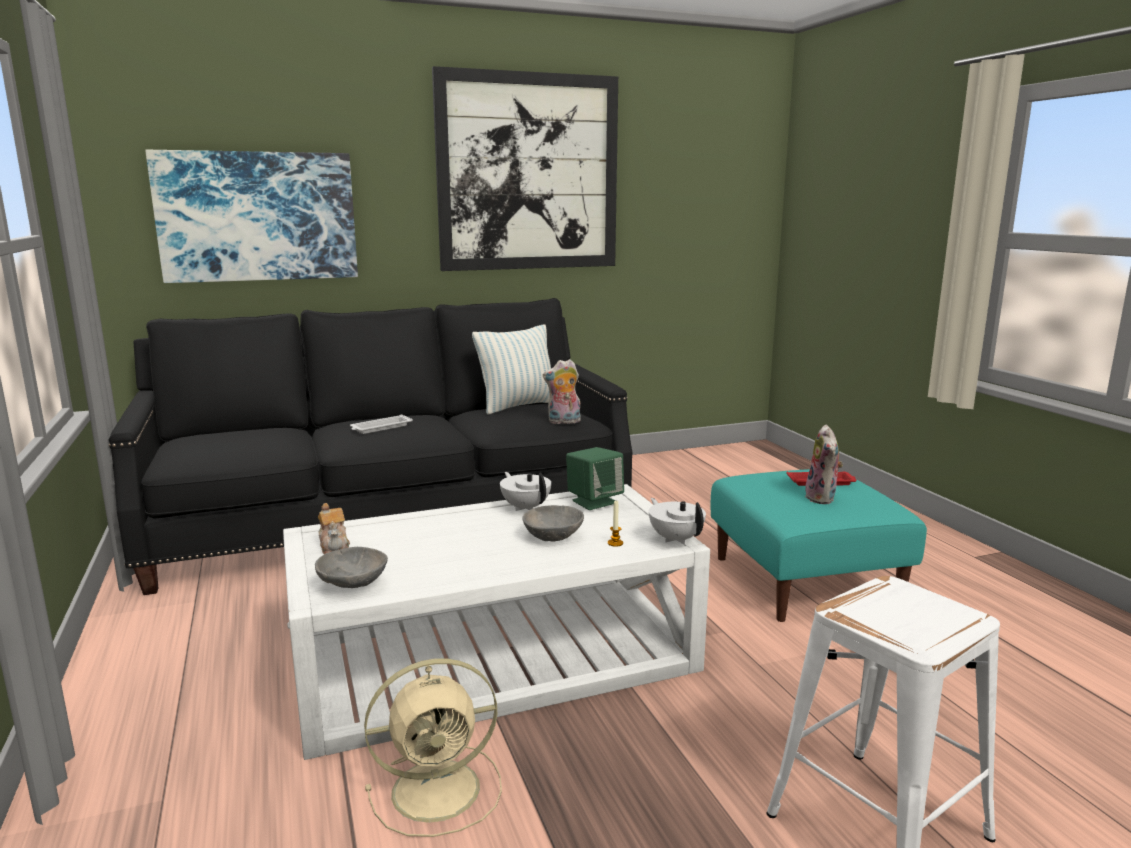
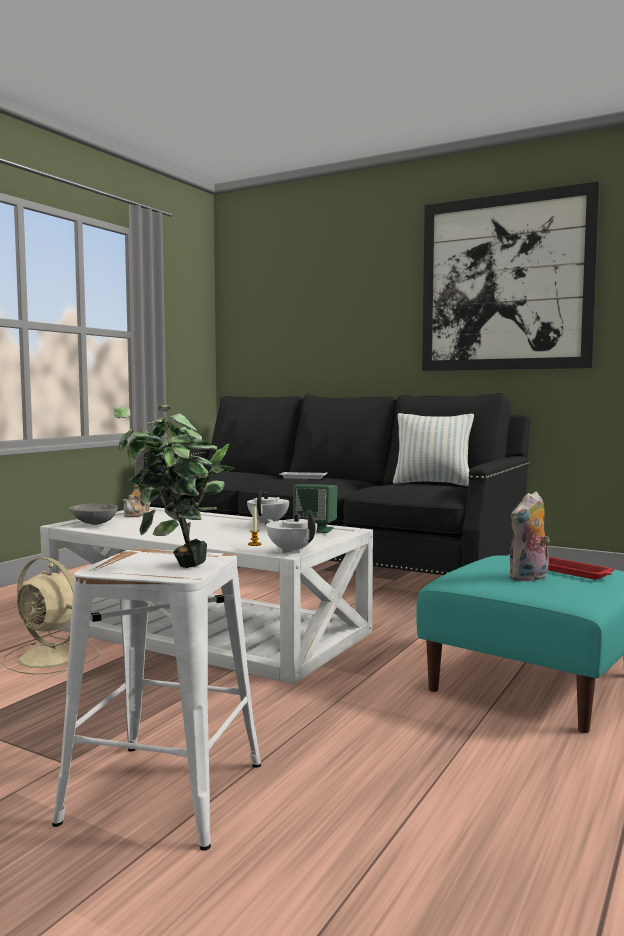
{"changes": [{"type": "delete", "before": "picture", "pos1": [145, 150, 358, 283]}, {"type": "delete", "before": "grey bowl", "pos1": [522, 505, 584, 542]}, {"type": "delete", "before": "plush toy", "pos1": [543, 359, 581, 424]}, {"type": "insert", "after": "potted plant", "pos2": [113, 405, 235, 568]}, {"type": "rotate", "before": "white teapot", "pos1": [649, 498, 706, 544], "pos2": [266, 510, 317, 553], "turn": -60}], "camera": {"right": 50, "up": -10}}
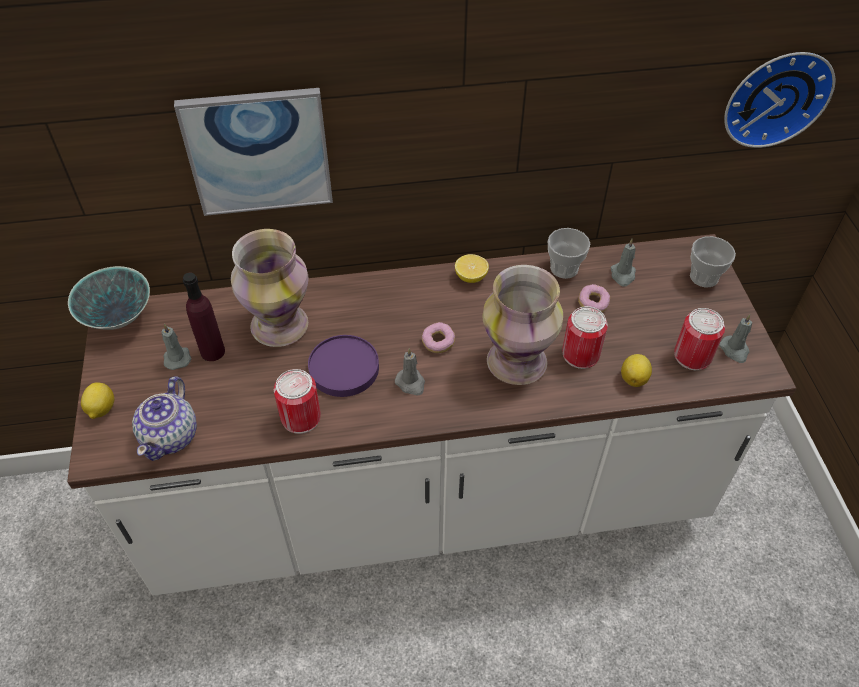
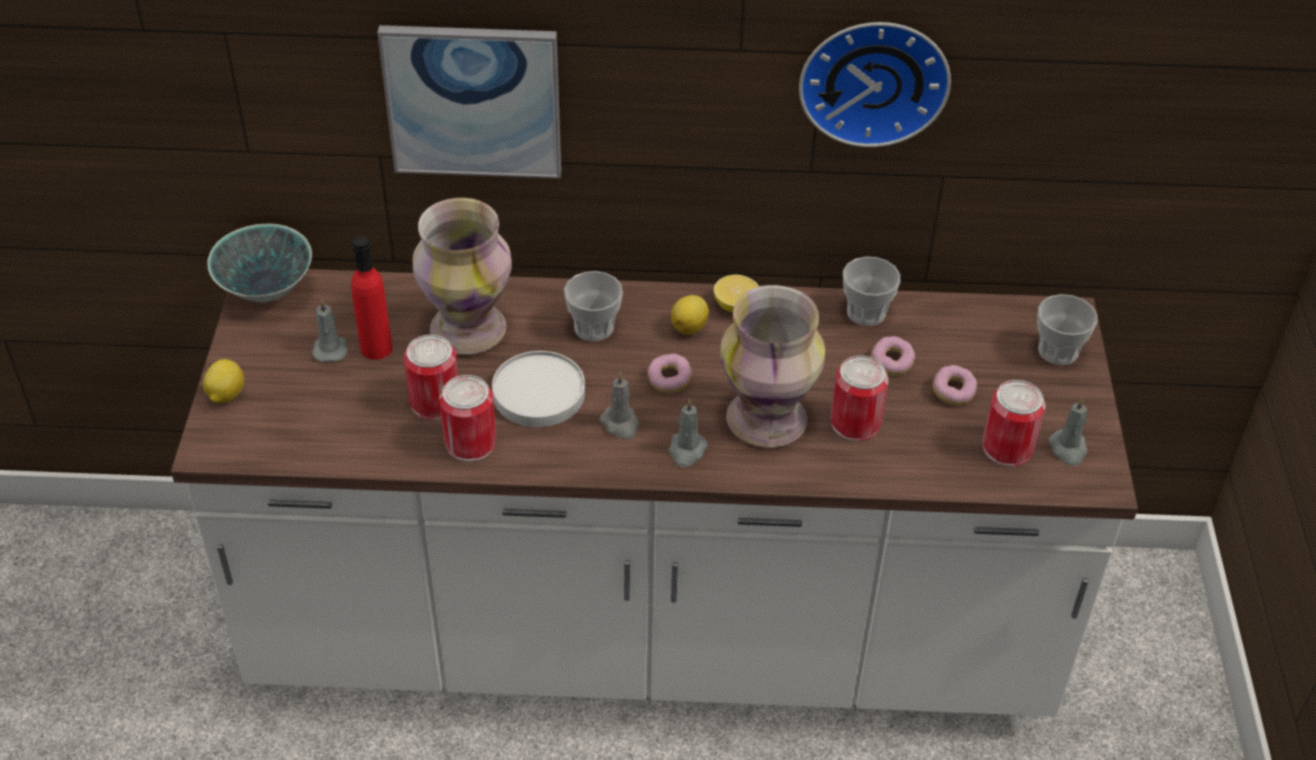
{"changes": [{"type": "delete", "before": "teapot", "pos1": [132, 376, 197, 461]}, {"type": "insert", "after": "can", "pos2": [404, 335, 458, 420]}, {"type": "insert", "after": "cup", "pos2": [564, 271, 623, 342]}, {"type": "insert", "after": "donut", "pos2": [932, 365, 977, 406]}, {"type": "move", "before": "grey candle", "pos1": [611, 239, 636, 287], "pos2": [669, 399, 708, 467]}, {"type": "move", "before": "lemon", "pos1": [621, 354, 652, 387], "pos2": [671, 295, 709, 335]}, {"type": "move", "before": "wall clock", "pos1": [724, 52, 835, 148], "pos2": [799, 22, 951, 147]}, {"type": "recolor", "before": "purple bottle", "after": "red bottle", "pos1": [183, 273, 225, 361], "pos2": [351, 237, 393, 360]}, {"type": "recolor", "before": "purple plate", "after": "white plate", "pos1": [308, 335, 379, 397], "pos2": [492, 351, 585, 427]}], "camera": {"right": 10, "up": -5}}
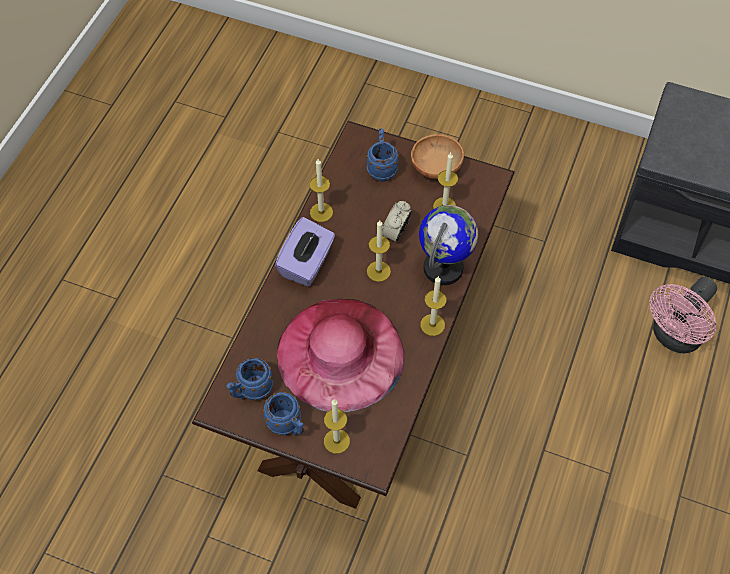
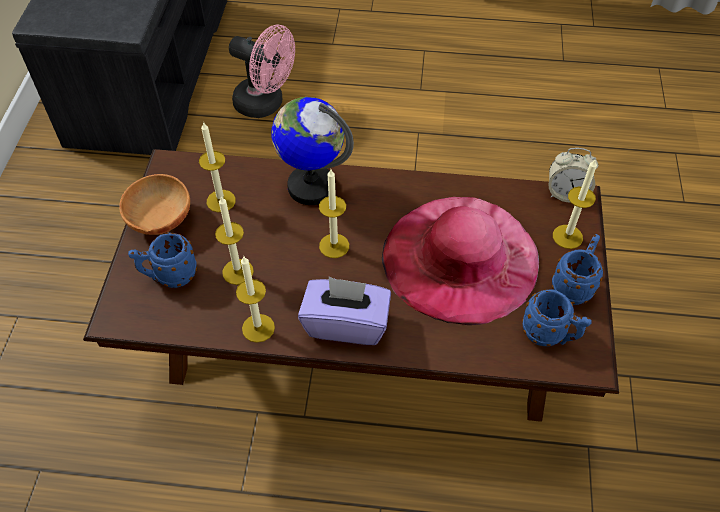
{"changes": [{"type": "move", "before": "alarm clock", "pos1": [382, 201, 412, 242], "pos2": [548, 148, 598, 202]}, {"type": "move", "before": "candle", "pos1": [420, 277, 447, 336], "pos2": [215, 196, 254, 285]}], "camera": {"right": -105, "up": -5}}
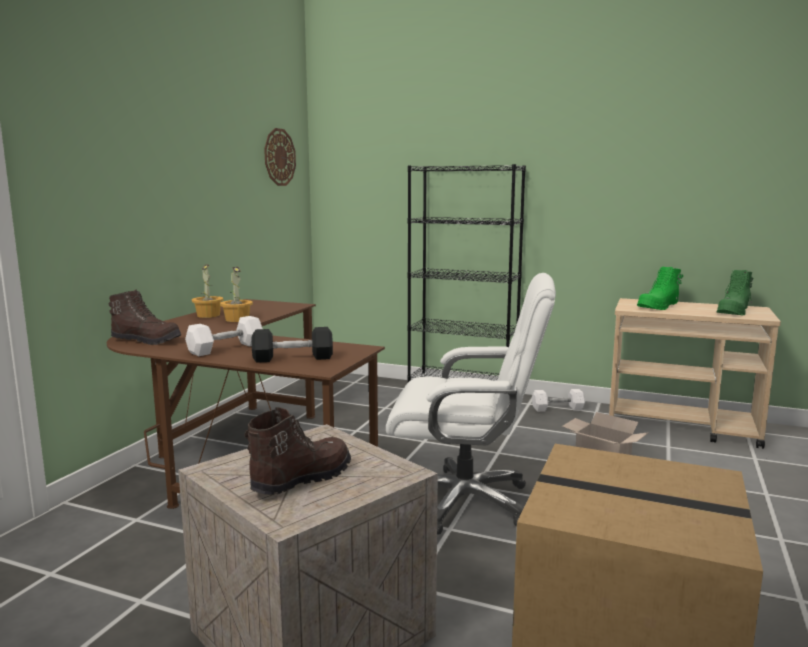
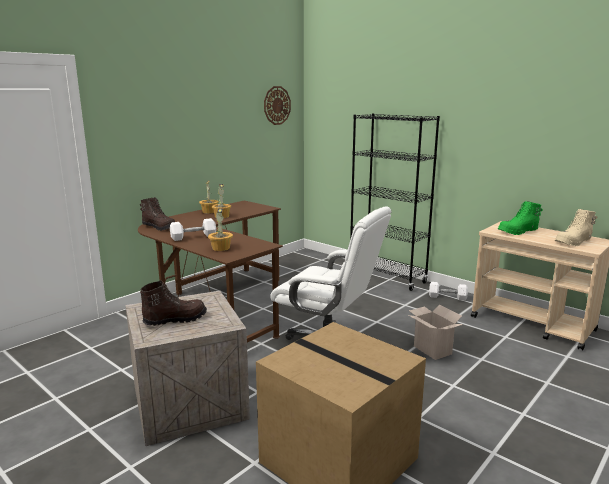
{"changes": [{"type": "replace", "before": "black dumbbell", "after": "potted plant", "pos1": [252, 327, 333, 363], "pos2": [208, 208, 233, 251]}, {"type": "recolor", "before": "green boot", "after": "beige boot", "pos1": [717, 270, 753, 316], "pos2": [555, 209, 597, 246]}], "camera": {"right": 20, "up": 5}}
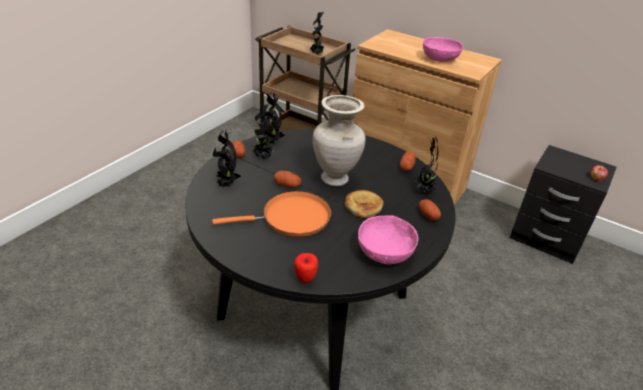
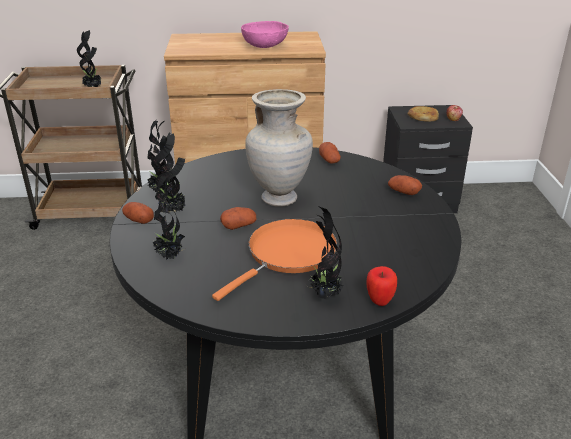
{"changes": [{"type": "delete", "before": "pink bowl", "pos1": [358, 215, 418, 264]}, {"type": "move", "before": "bread", "pos1": [344, 190, 383, 218], "pos2": [408, 106, 439, 121]}, {"type": "move", "before": "potted plant", "pos1": [415, 135, 439, 193], "pos2": [306, 207, 343, 299]}], "camera": {"right": -35, "up": -5}}
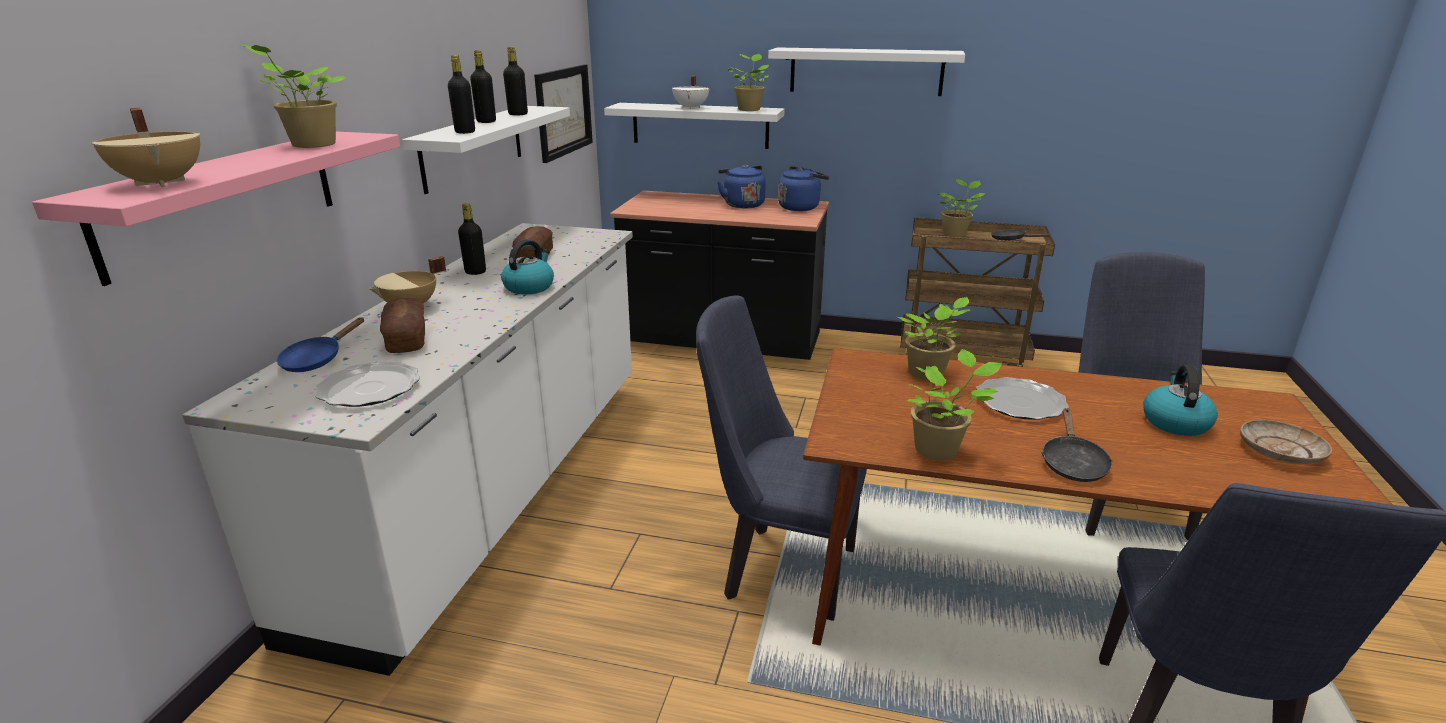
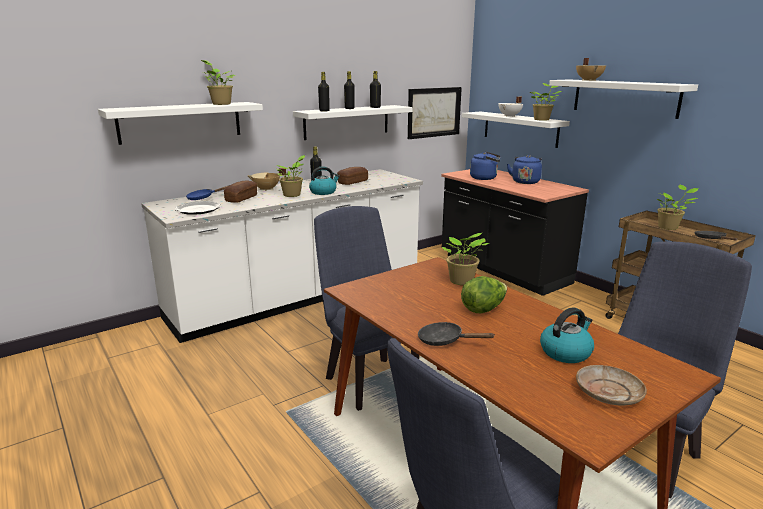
{"changes": [{"type": "move", "before": "beige cooking pot", "pos1": [91, 108, 200, 187], "pos2": [576, 58, 606, 81]}, {"type": "move", "before": "blue kettle", "pos1": [778, 166, 829, 211], "pos2": [470, 152, 501, 180]}, {"type": "move", "before": "potted plant", "pos1": [908, 349, 1002, 460], "pos2": [275, 155, 305, 197]}, {"type": "replace", "before": "plate", "after": "lettuce", "pos1": [976, 377, 1069, 420], "pos2": [461, 276, 507, 313]}, {"type": "recolor", "before": "pink shelf", "after": "white shelf", "pos1": [32, 131, 400, 286], "pos2": [98, 102, 263, 145]}, {"type": "rotate", "before": "black frying pan", "pos1": [1041, 408, 1113, 482], "pos2": [418, 322, 495, 346], "turn": 60}], "camera": {"right": 40, "up": -5}}
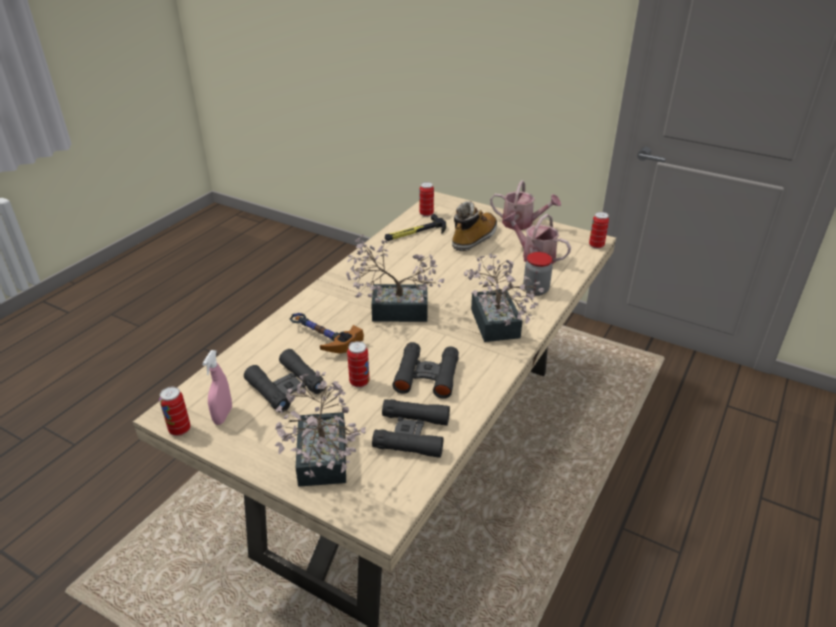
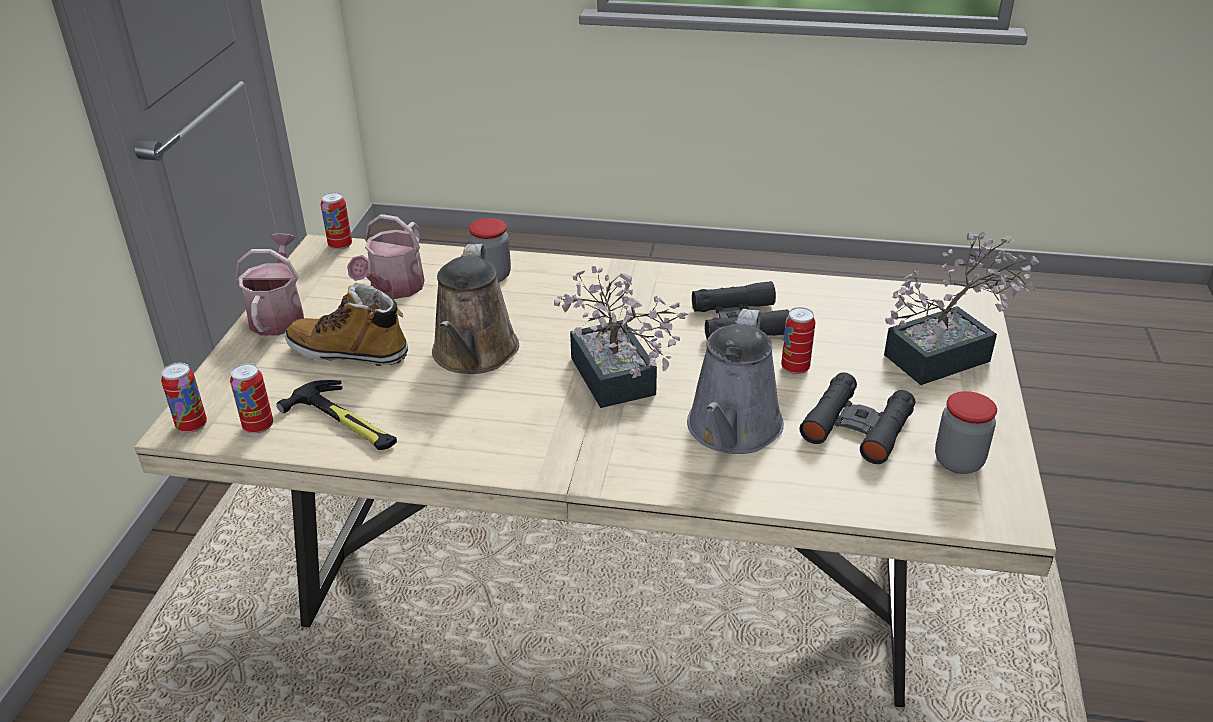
{"changes": [{"type": "delete", "before": "black binoculars", "pos1": [372, 399, 450, 458]}, {"type": "delete", "before": "potted plant", "pos1": [464, 254, 545, 342]}, {"type": "insert", "after": "brown watering can", "pos2": [432, 244, 519, 374]}, {"type": "move", "before": "can", "pos1": [159, 387, 191, 436], "pos2": [161, 362, 207, 433]}, {"type": "replace", "before": "pink spray bottle", "after": "jar", "pos1": [202, 350, 232, 425], "pos2": [935, 391, 997, 474]}, {"type": "replace", "before": "hammer", "after": "grey watering can", "pos1": [290, 313, 364, 354], "pos2": [687, 309, 784, 454]}], "camera": {"right": -110, "up": 0}}
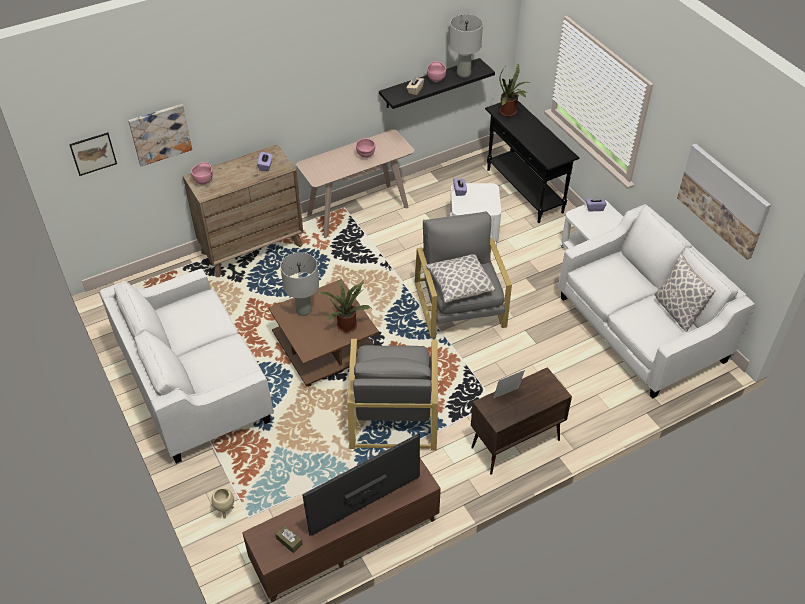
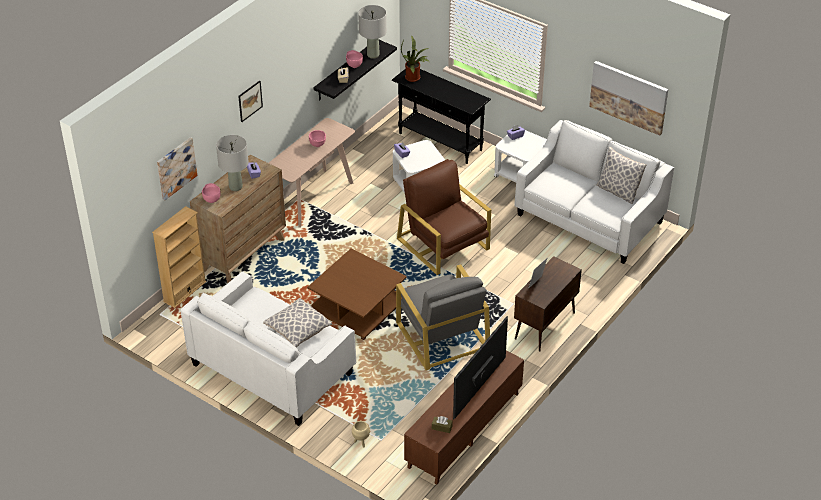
{"changes": [{"type": "delete", "before": "potted plant", "pos1": [316, 280, 371, 333]}, {"type": "insert", "after": "beige bookcase", "pos2": [152, 206, 207, 308]}, {"type": "move", "before": "picture", "pos1": [69, 132, 117, 176], "pos2": [238, 80, 263, 122]}, {"type": "move", "before": "grey table lamp", "pos1": [280, 252, 319, 316], "pos2": [216, 135, 249, 191]}, {"type": "move", "before": "pillow", "pos1": [426, 254, 495, 304], "pos2": [263, 298, 332, 347]}, {"type": "recolor", "before": "grey armchair", "after": "brown armchair", "pos1": [415, 211, 512, 338], "pos2": [397, 159, 491, 275]}], "camera": {"right": -25, "up": -5}}
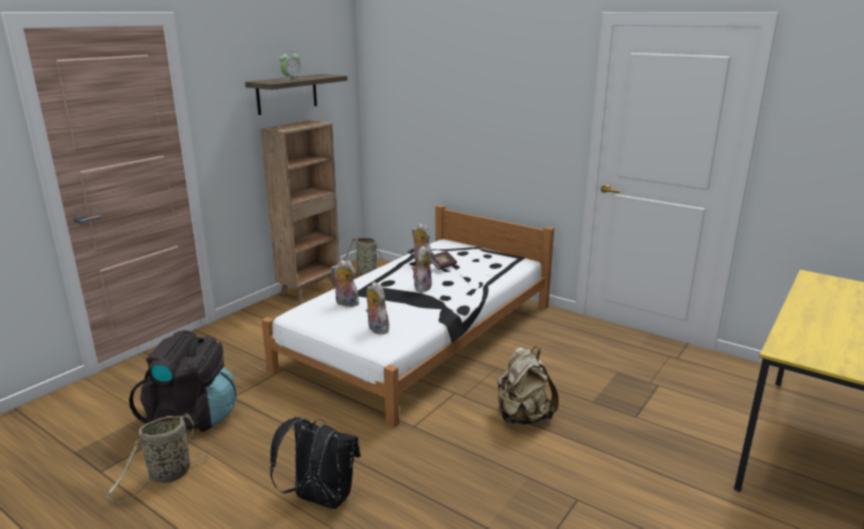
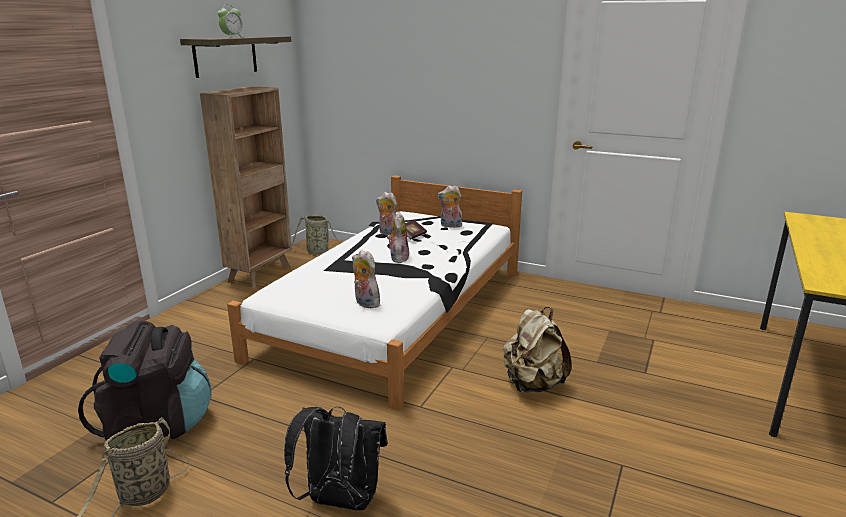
{"changes": [{"type": "move", "before": "plush toy", "pos1": [331, 260, 359, 308], "pos2": [437, 185, 462, 228]}], "camera": {"right": -10, "up": 0}}
